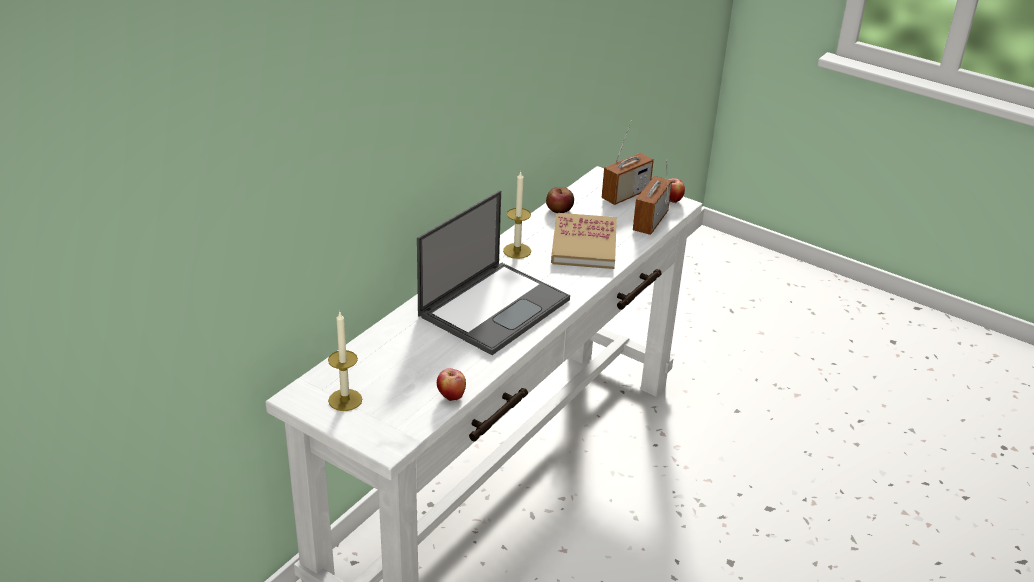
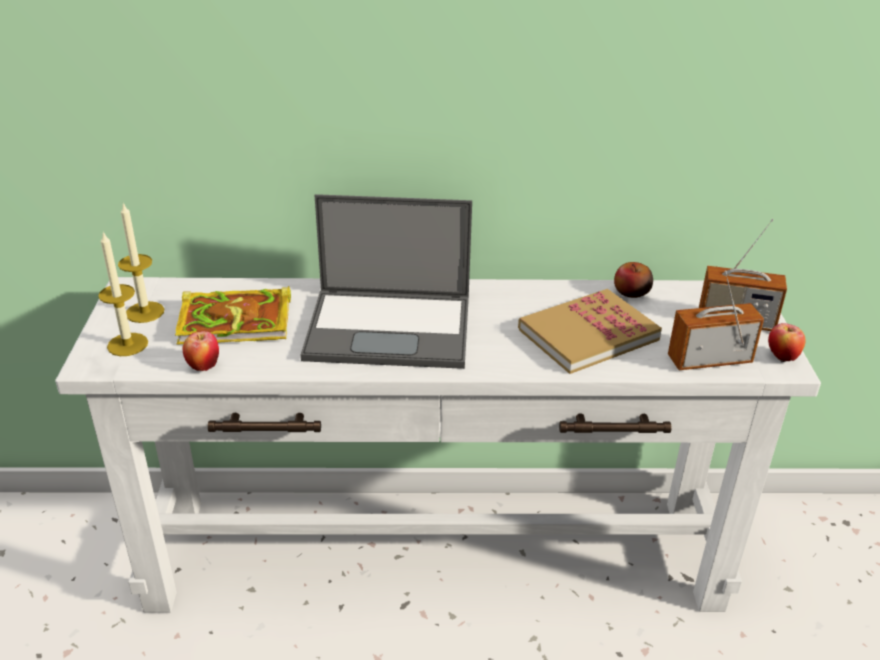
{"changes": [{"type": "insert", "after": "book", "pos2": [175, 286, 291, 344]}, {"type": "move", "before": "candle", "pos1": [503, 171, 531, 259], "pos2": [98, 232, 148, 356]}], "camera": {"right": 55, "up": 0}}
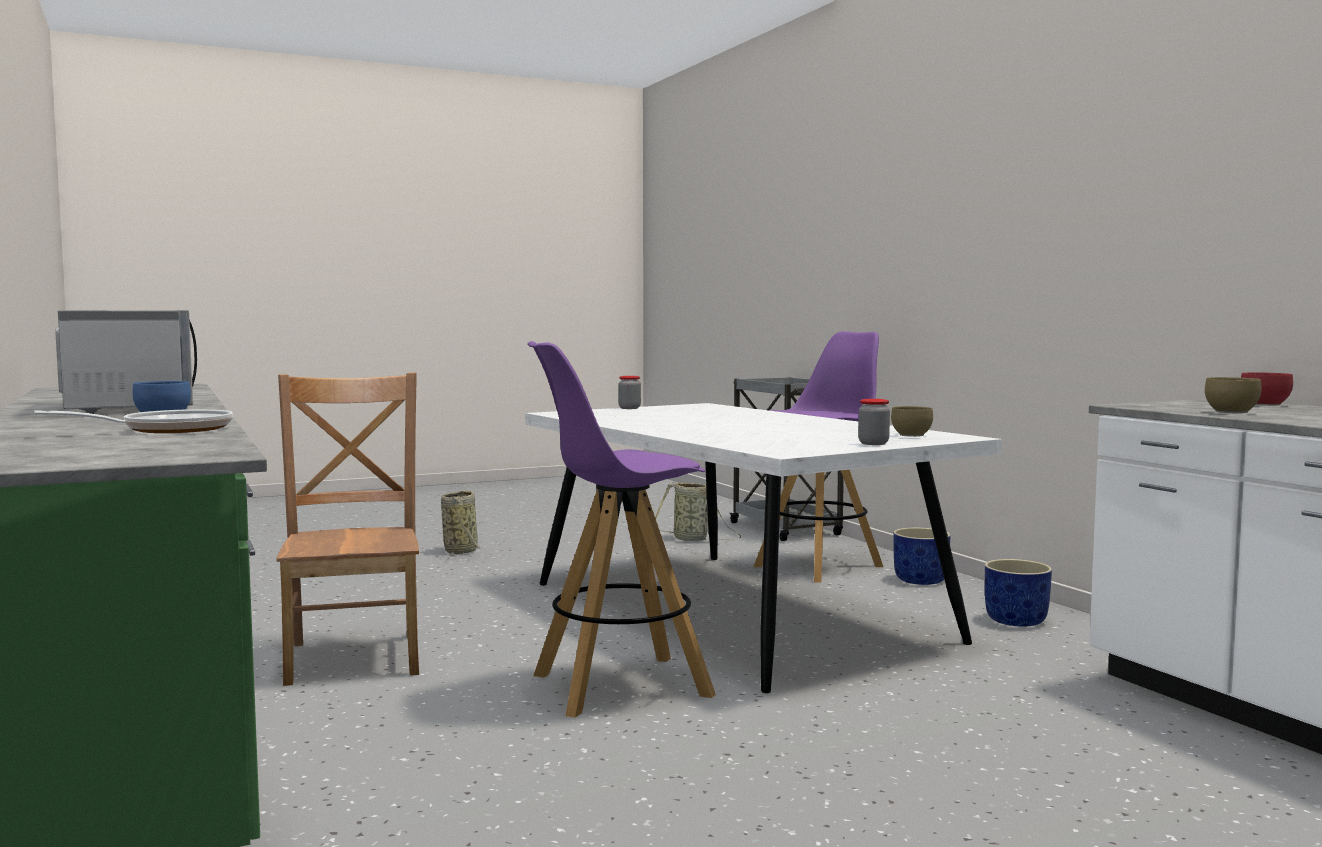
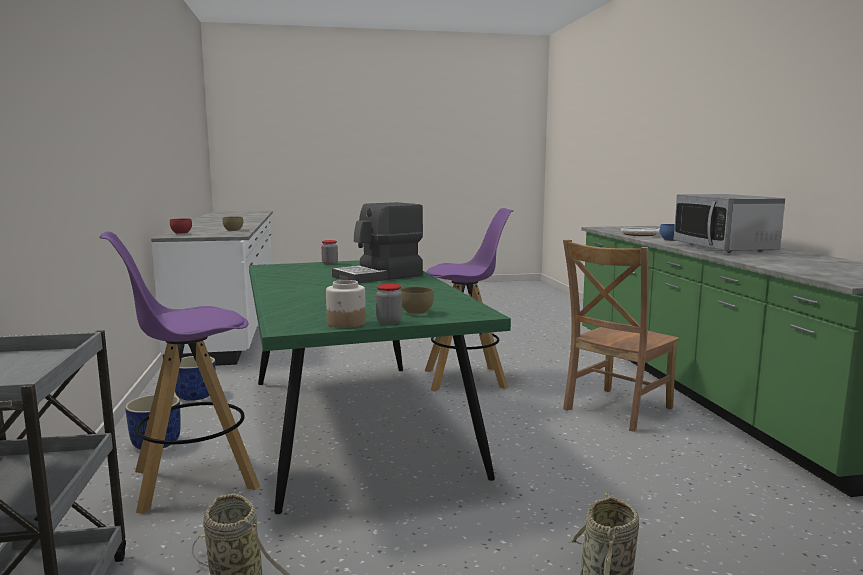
{"changes": [{"type": "insert", "after": "jar", "pos2": [326, 280, 366, 328]}, {"type": "insert", "after": "coffee machine", "pos2": [332, 202, 423, 283]}, {"type": "move", "before": "brown bowl", "pos1": [891, 406, 933, 437], "pos2": [400, 287, 434, 315]}, {"type": "recolor", "before": "white dining table", "after": "green dining table", "pos1": [525, 403, 1002, 693], "pos2": [249, 260, 511, 514]}, {"type": "rotate", "before": "brown chair", "pos1": [276, 373, 419, 686], "pos2": [563, 240, 680, 432], "turn": 45}], "camera": {"right": -165, "up": 5}}
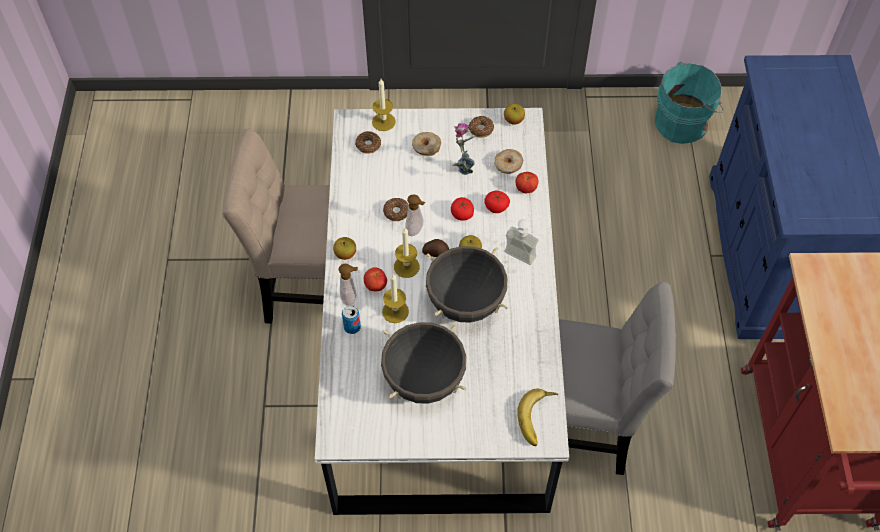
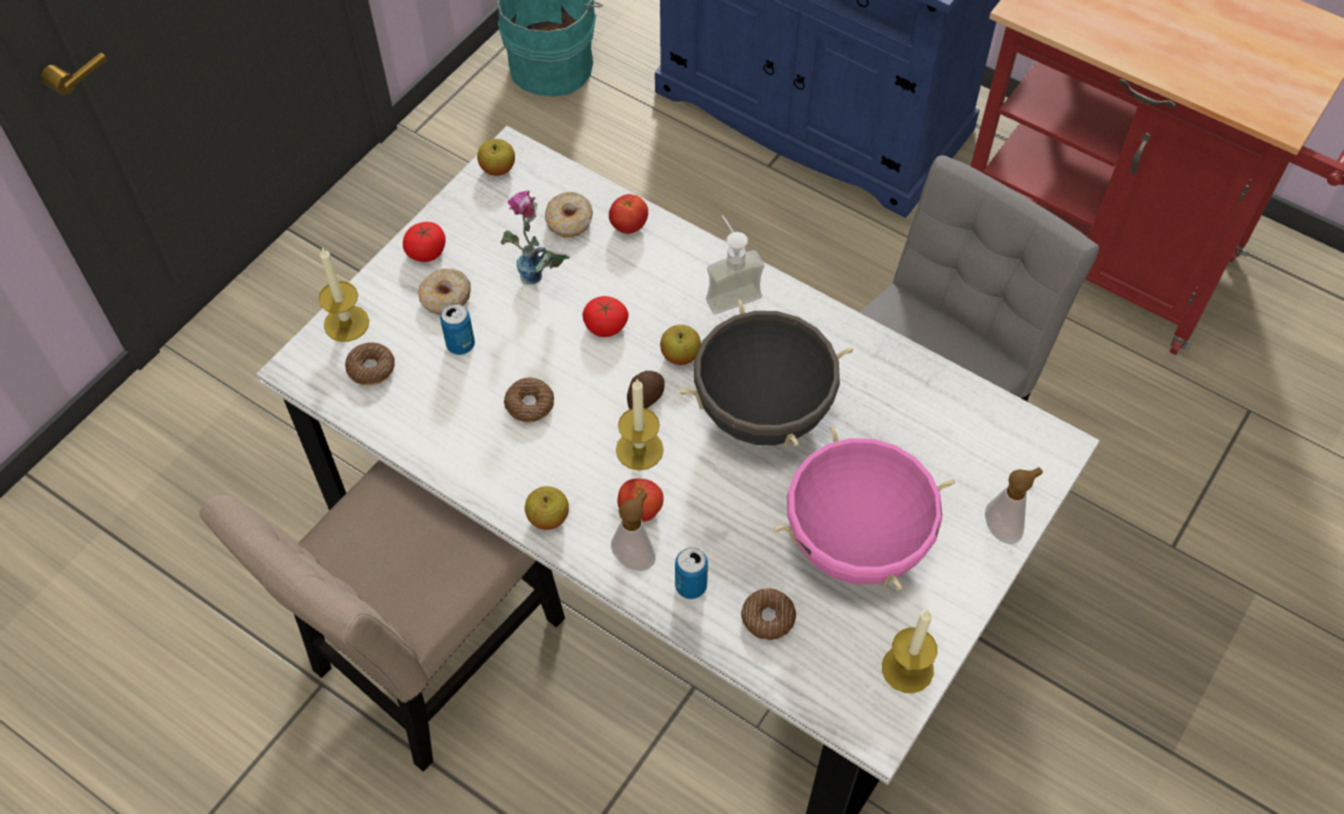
{"changes": [{"type": "delete", "before": "banana", "pos1": [517, 389, 558, 446]}, {"type": "insert", "after": "can", "pos2": [440, 303, 475, 355]}, {"type": "move", "before": "candle", "pos1": [382, 274, 409, 323], "pos2": [882, 610, 938, 693]}, {"type": "move", "before": "soap dispenser", "pos1": [405, 194, 425, 236], "pos2": [985, 467, 1043, 544]}, {"type": "move", "before": "donut", "pos1": [469, 116, 494, 137], "pos2": [741, 588, 796, 640]}, {"type": "move", "before": "tomato", "pos1": [484, 191, 510, 213], "pos2": [403, 222, 446, 262]}, {"type": "recolor", "before": "black cooking pot", "after": "pink cooking pot", "pos1": [381, 322, 467, 404], "pos2": [773, 426, 955, 590]}], "camera": {"right": -55, "up": 0}}
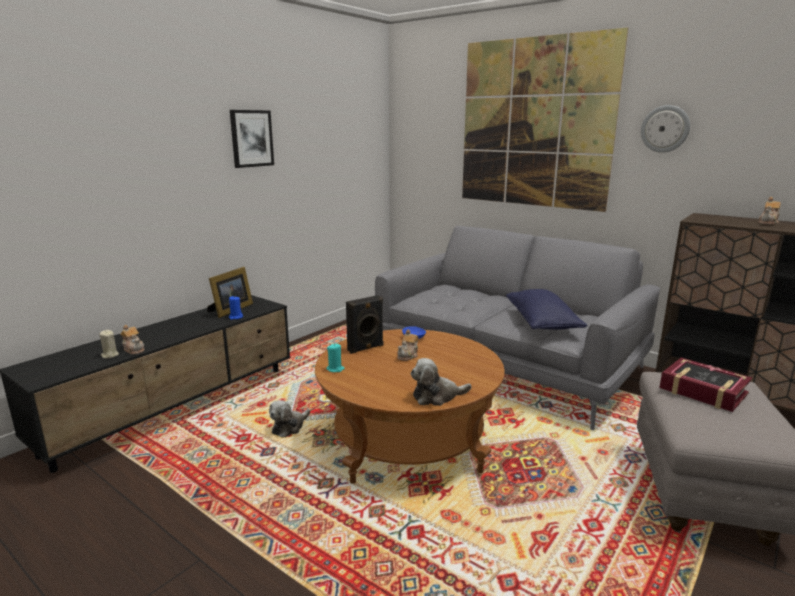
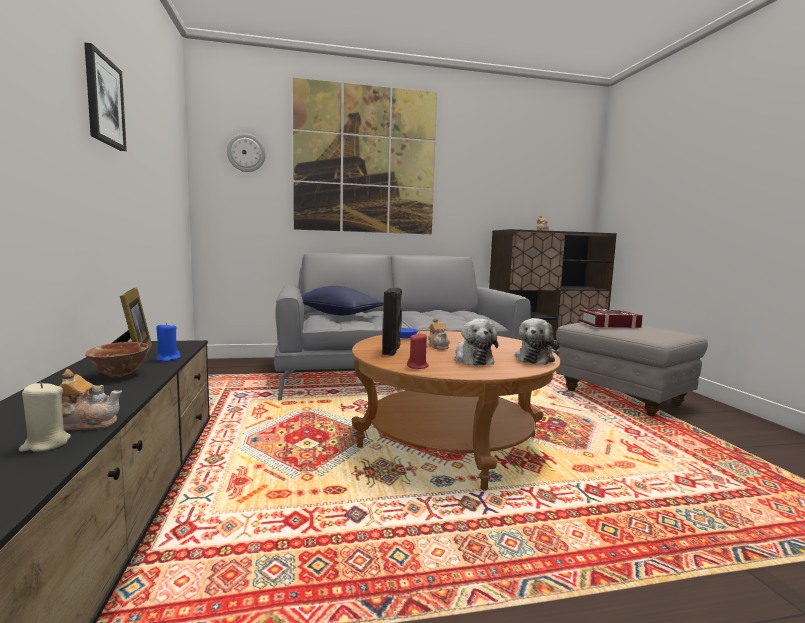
{"changes": [{"type": "insert", "after": "bowl", "pos2": [85, 342, 149, 378]}, {"type": "move", "before": "plush toy", "pos1": [269, 400, 310, 438], "pos2": [454, 318, 498, 366]}, {"type": "move", "before": "blue pillow", "pos1": [506, 289, 587, 330], "pos2": [301, 286, 384, 315]}, {"type": "move", "before": "wall clock", "pos1": [641, 105, 690, 153], "pos2": [227, 134, 266, 172]}, {"type": "recolor", "before": "turquoise candle", "after": "red candle", "pos1": [326, 343, 345, 372], "pos2": [407, 333, 429, 369]}], "camera": {"right": -50, "up": -10}}
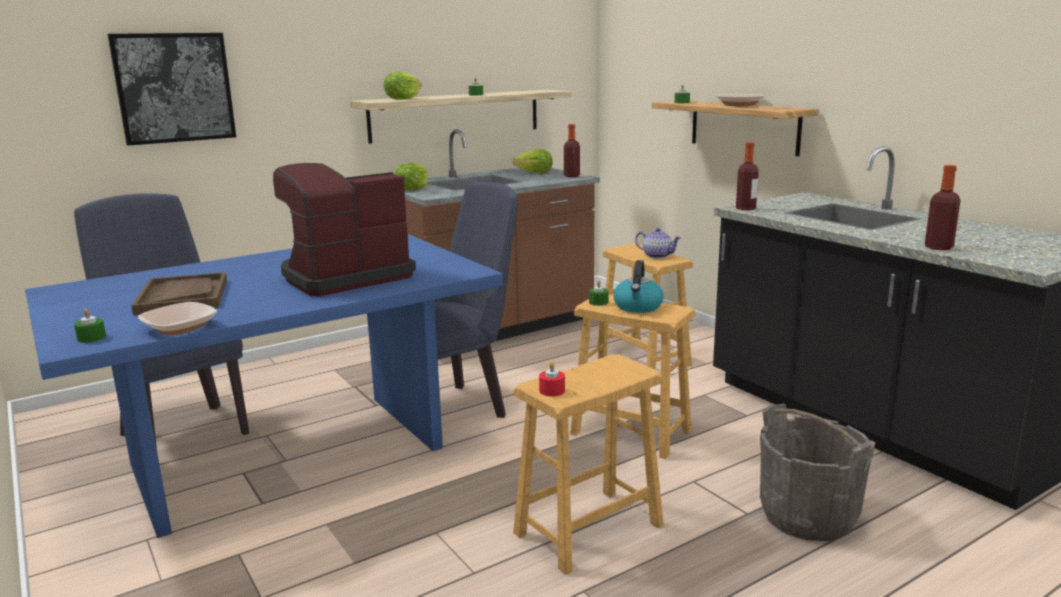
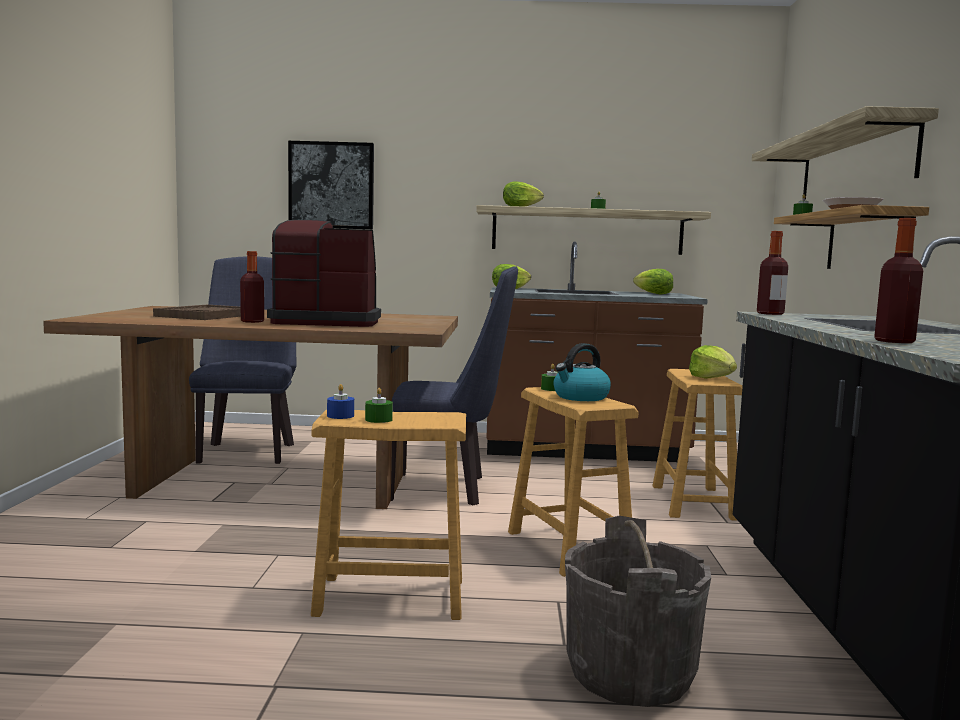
{"changes": [{"type": "delete", "before": "bowl", "pos1": [138, 302, 217, 335]}, {"type": "insert", "after": "shelf", "pos2": [752, 106, 939, 200]}, {"type": "move", "before": "green candle", "pos1": [74, 309, 106, 343], "pos2": [365, 388, 393, 423]}, {"type": "move", "before": "bottle", "pos1": [564, 124, 580, 177], "pos2": [240, 251, 264, 323]}, {"type": "replace", "before": "teapot", "after": "lettuce", "pos1": [635, 228, 681, 259], "pos2": [689, 345, 737, 379]}, {"type": "recolor", "before": "blue dining table", "after": "brown dining table", "pos1": [25, 234, 503, 538], "pos2": [43, 306, 458, 509]}, {"type": "recolor", "before": "red candle", "after": "blue candle", "pos1": [539, 362, 565, 397], "pos2": [327, 384, 354, 419]}], "camera": {"right": 35, "up": -10}}
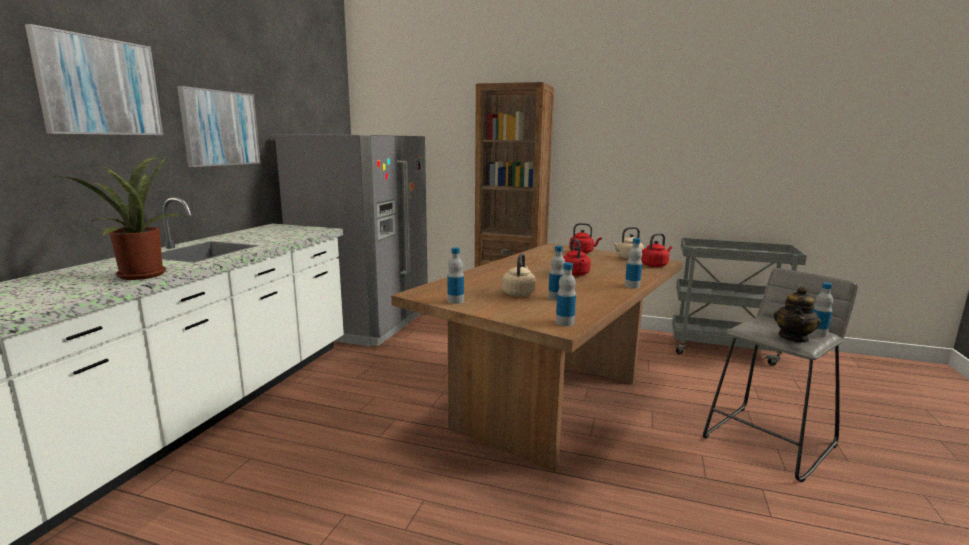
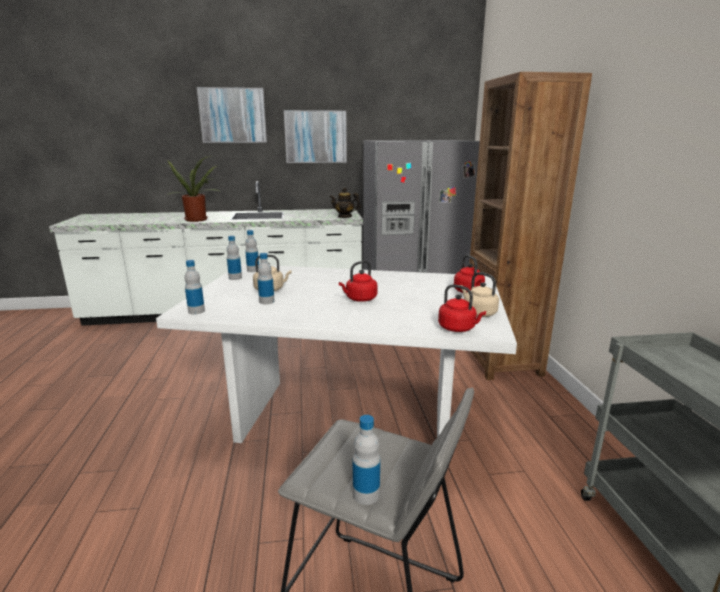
{"changes": [{"type": "move", "before": "bottle", "pos1": [625, 238, 642, 289], "pos2": [245, 230, 259, 272]}, {"type": "move", "before": "teapot", "pos1": [774, 286, 821, 343], "pos2": [329, 188, 361, 218]}, {"type": "recolor", "before": "brown dining table", "after": "white dining table", "pos1": [391, 243, 683, 472], "pos2": [156, 264, 517, 443]}], "camera": {"right": 65, "up": 5}}
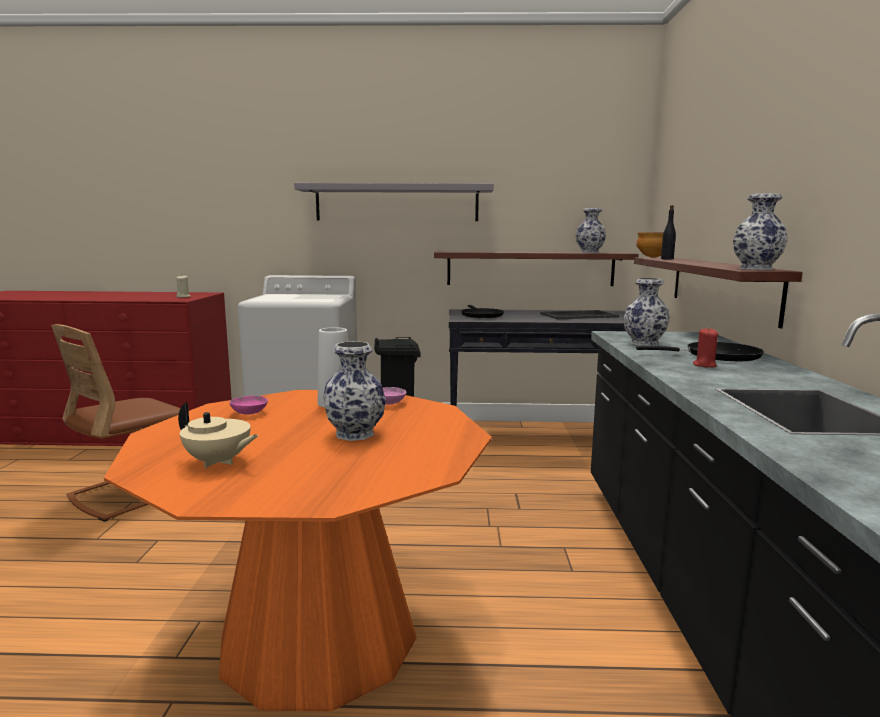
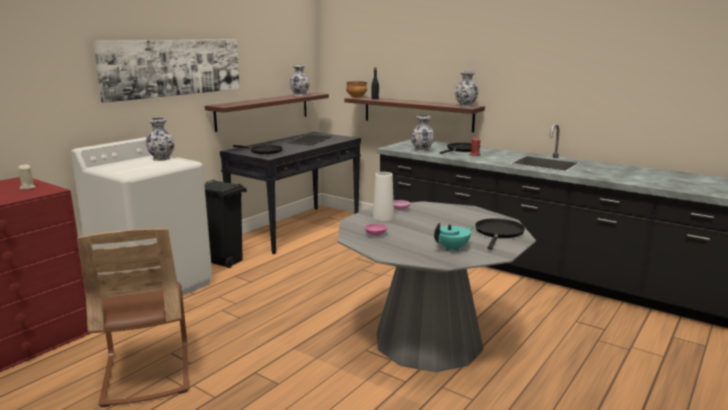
{"changes": [{"type": "insert", "after": "black frying pan", "pos2": [475, 218, 525, 250]}, {"type": "move", "before": "vase", "pos1": [323, 341, 386, 441], "pos2": [146, 118, 175, 161]}, {"type": "replace", "before": "grey shelf", "after": "picture", "pos1": [294, 183, 494, 221], "pos2": [93, 39, 240, 103]}, {"type": "recolor", "before": "orange dining table", "after": "grey dining table", "pos1": [104, 390, 492, 711], "pos2": [338, 201, 536, 372]}, {"type": "recolor", "before": "beige teapot", "after": "turquoise teapot", "pos1": [178, 402, 259, 468], "pos2": [434, 223, 473, 252]}], "camera": {"right": -55, "up": 5}}
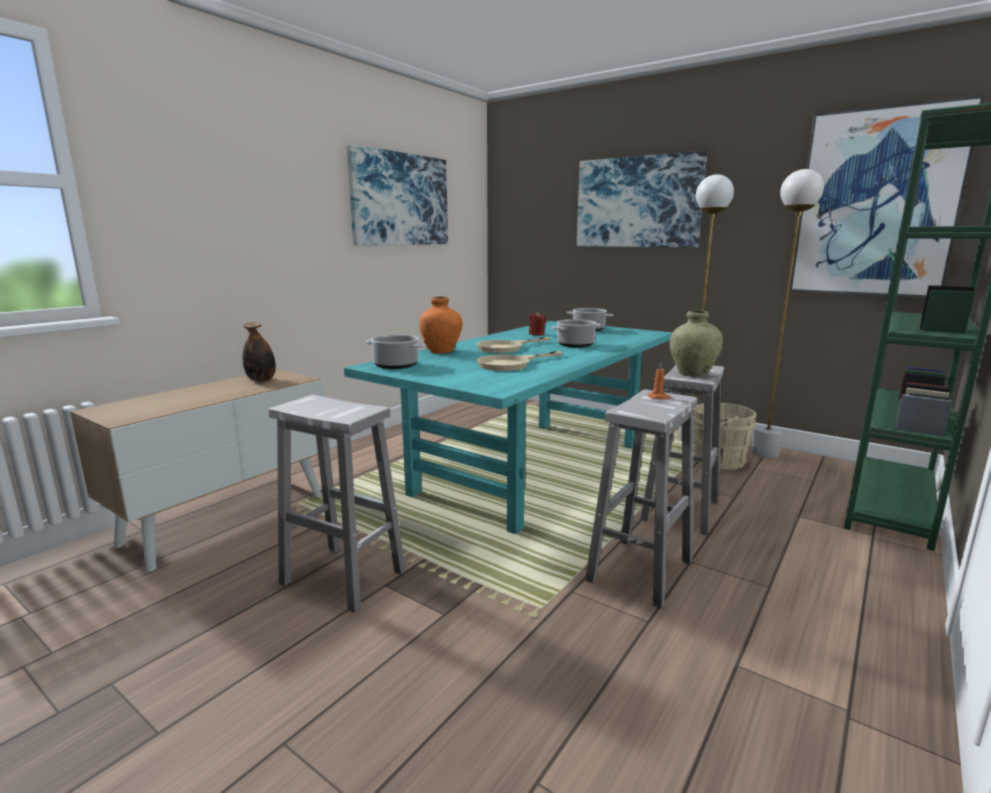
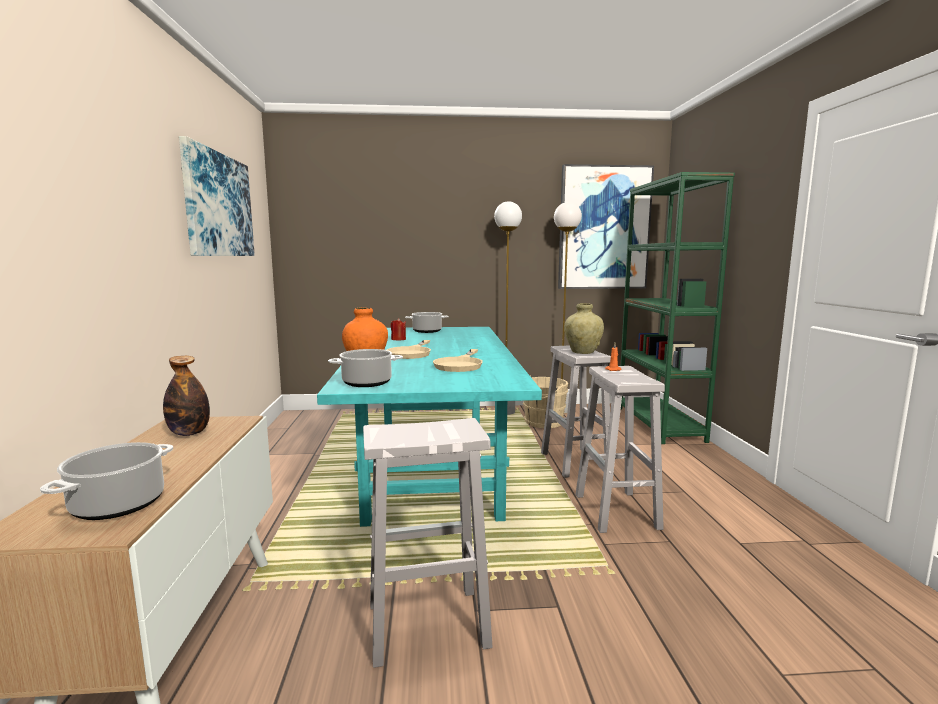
{"changes": [{"type": "delete", "before": "picture", "pos1": [577, 150, 707, 247]}, {"type": "move", "before": "cooking pot", "pos1": [551, 319, 601, 348], "pos2": [40, 442, 173, 520]}], "camera": {"right": -40, "up": -5}}
